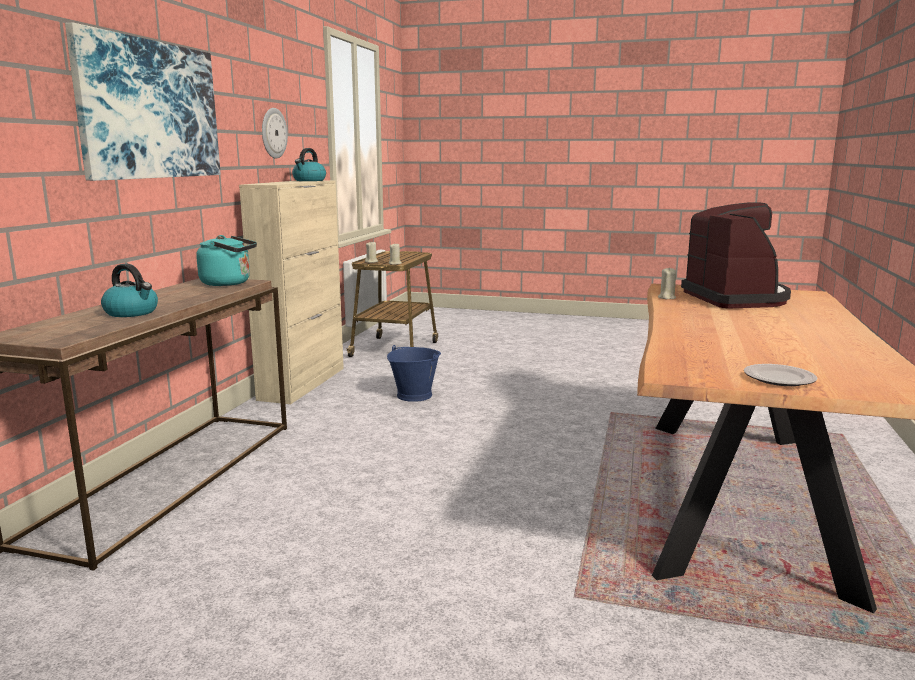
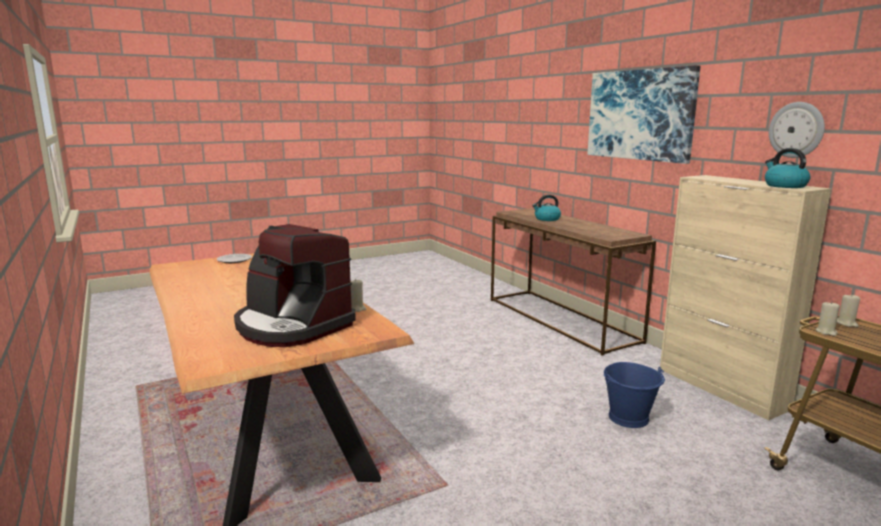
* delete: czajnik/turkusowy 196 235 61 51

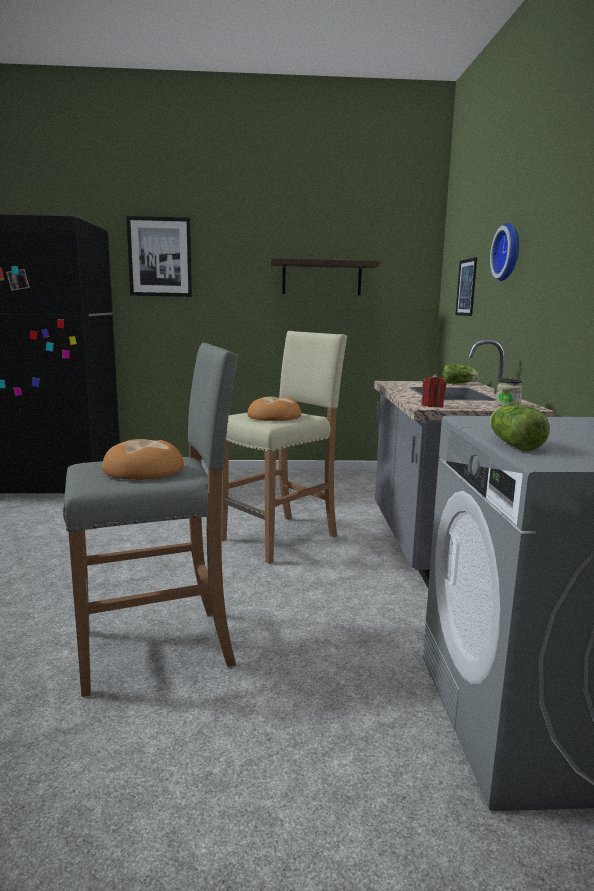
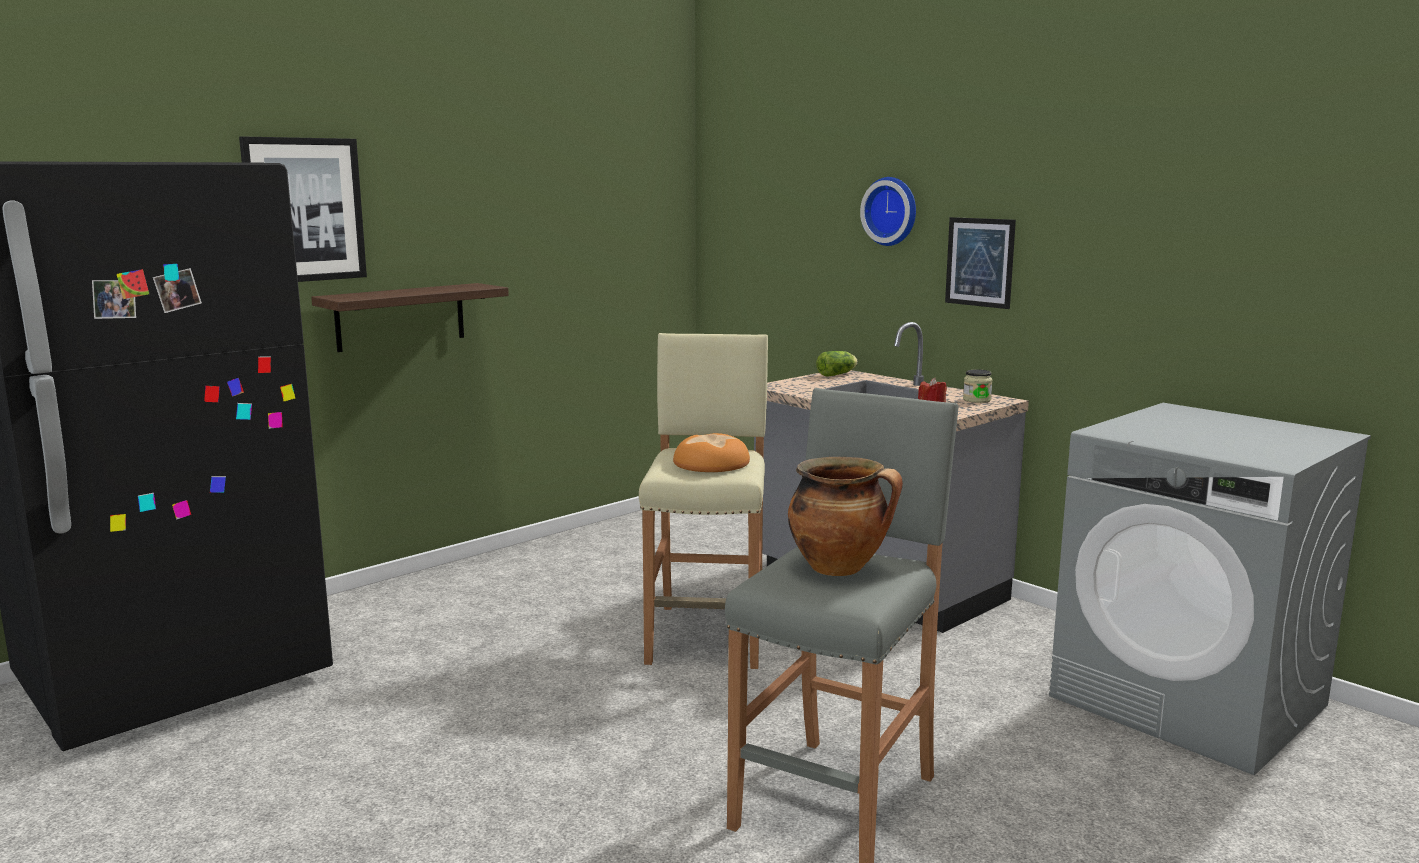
* replace: chleb 102 439 82 41 to garnek 788 457 115 119
* move: półka 271 258 109 38 to 311 283 198 69
* move: obraz 455 257 22 59 to 945 217 71 92
* delete: sałata 490 404 60 47

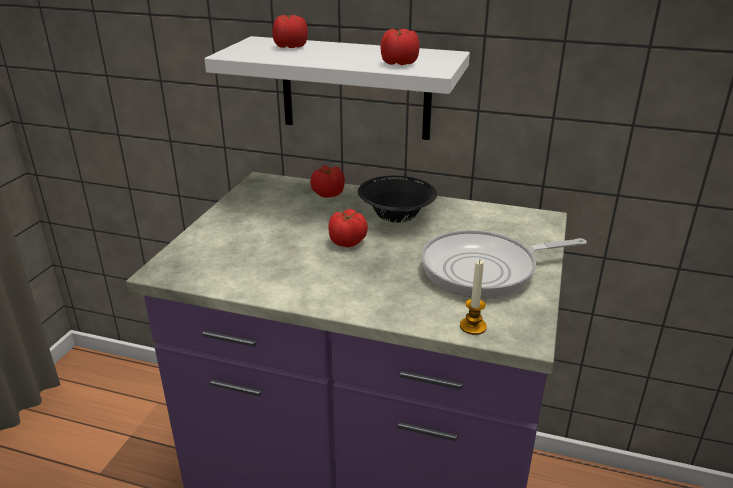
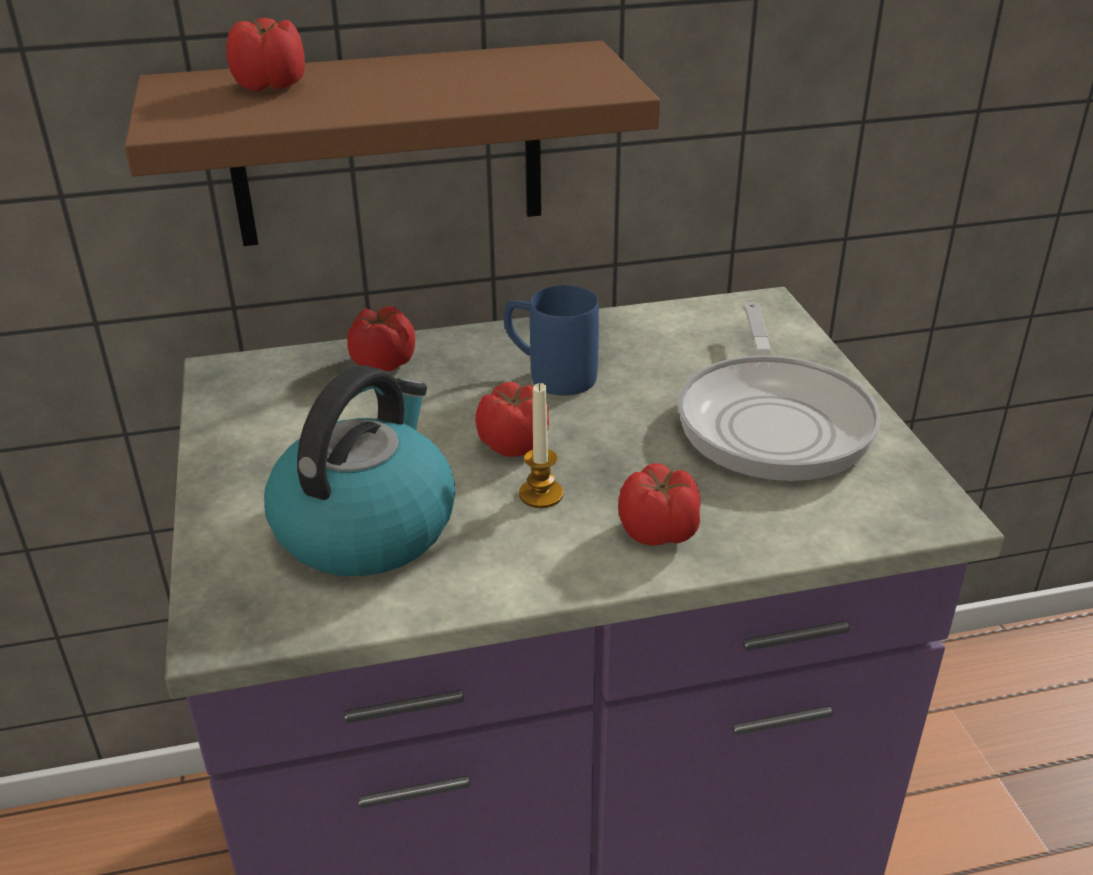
* recolor: półka/biały 204 36 266 104 to półka/brązowy 125 40 535 206
* replace: miska/czarny 358 176 79 47 to kubek/niebieski 504 285 95 111
* move: pomidor 380 29 40 36 to 618 463 83 83
* rotate: patelnia 421 230 166 68 = 678 302 203 179 45 degrees counterclockwise
* move: świeca 460 259 27 76 to 519 383 44 125
* insert: czajnik 264 365 192 211

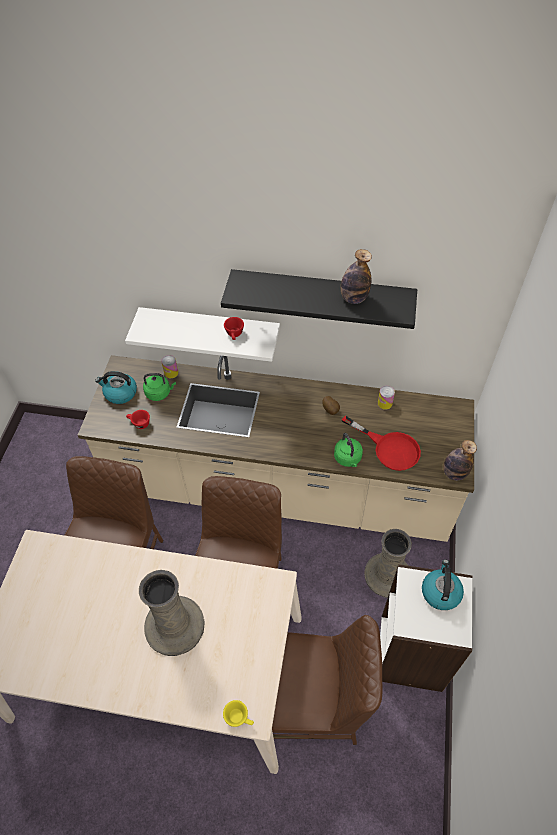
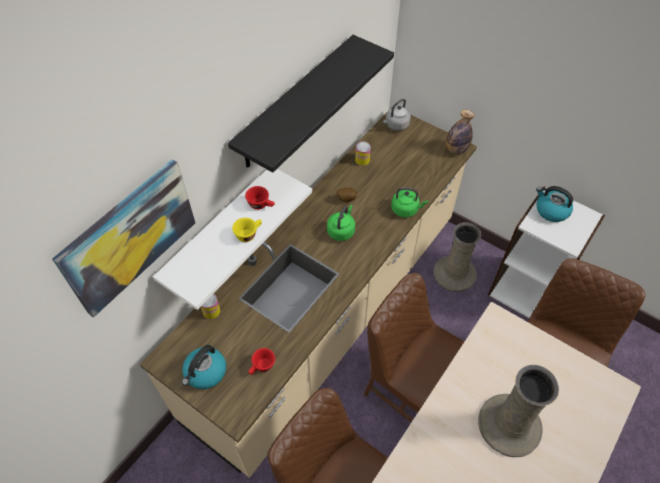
* move: czajnik/zielony 143 373 33 28 to 327 205 28 36
* move: filiżanka/żółty 223 700 31 27 to 232 218 30 24
* delete: butelka 341 249 31 55
* delete: patelnia/czerwony 342 416 79 55
* insert: obraz 52 159 143 159
* insert: czajnik/szary 383 99 28 32

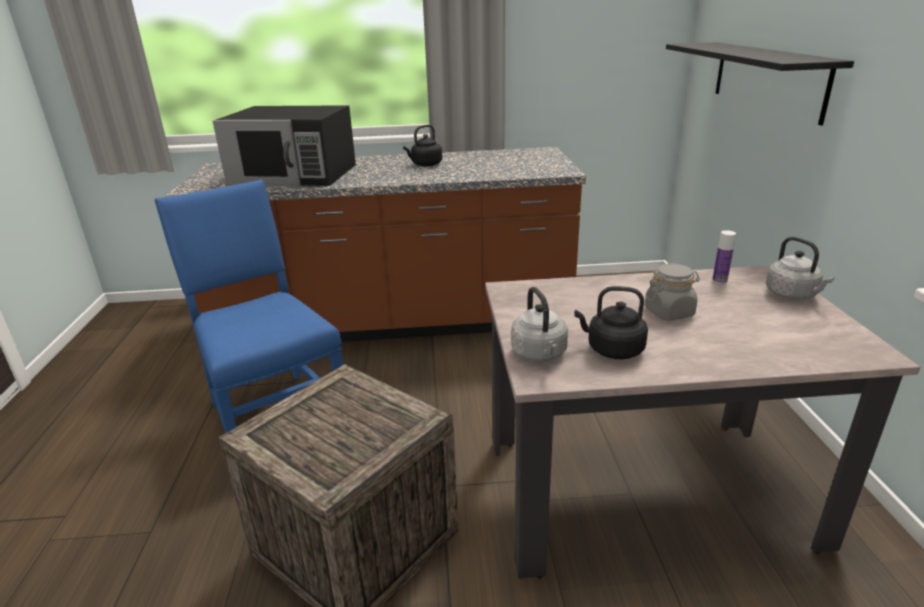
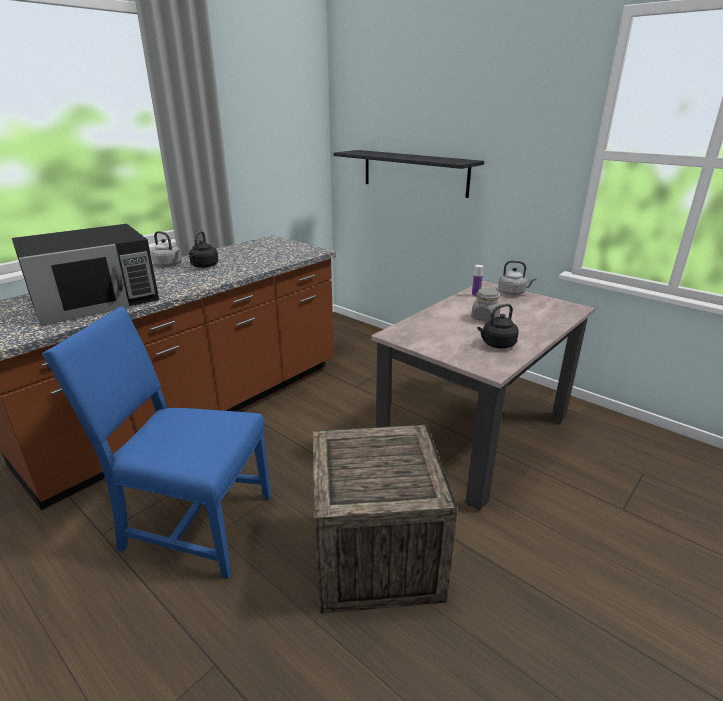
* move: czajnik/szary 511 287 57 75 to 151 231 30 36

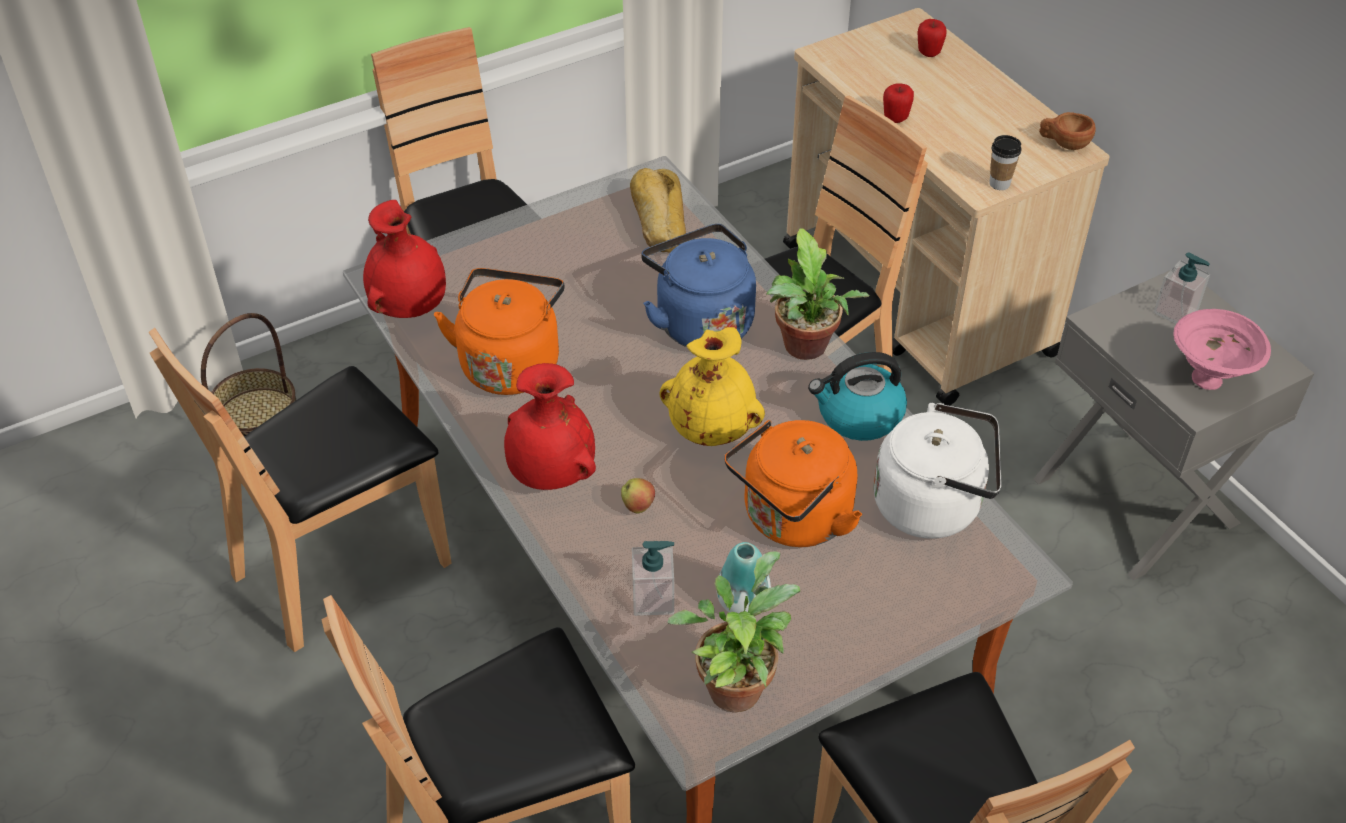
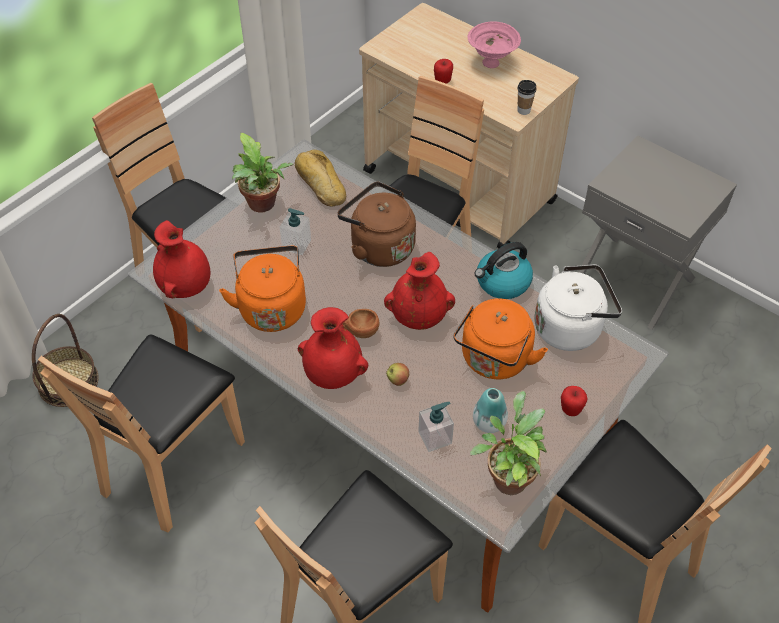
* recolor: czajnik/niebieski 641 224 115 123 to czajnik/brązowy 337 182 79 85
* recolor: wazon/żółty 659 327 106 119 to wazon/czerwony 384 252 71 78
* move: roślina doniczkowa 766 228 103 132 to 232 133 61 80
* move: jabłko 917 19 30 38 to 561 386 26 30
* move: filiżanka/brązowy 1039 112 57 38 to 343 309 36 29
* move: dozownik mydła 1154 252 56 72 to 280 208 31 47
* move: miska/różowy 1174 309 97 81 to 468 21 53 47

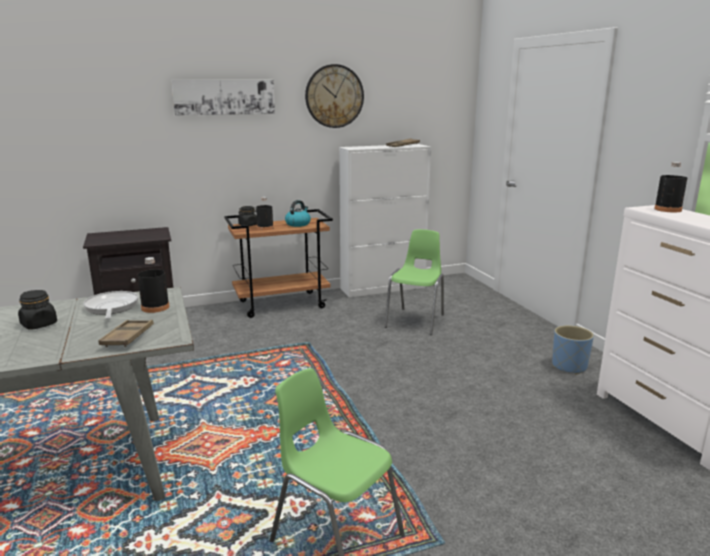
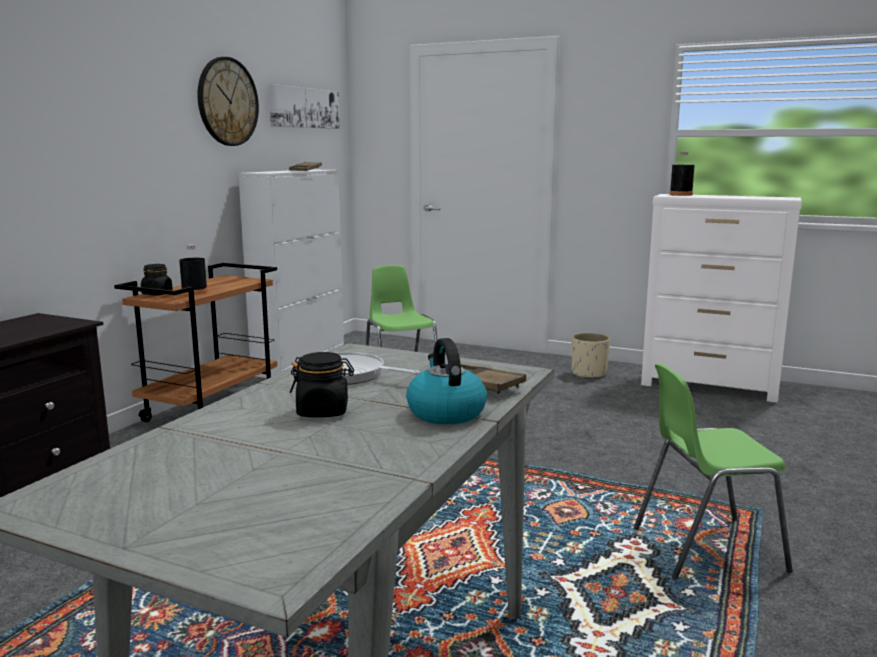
* delete: butelka/czarny 138 257 32 56
* move: obraz 171 80 104 36 to 268 84 72 45
* move: czajnik 285 200 26 27 to 406 338 81 86
* recolor: donica/niebieski 552 325 42 50 to donica/beżowy 572 332 38 46

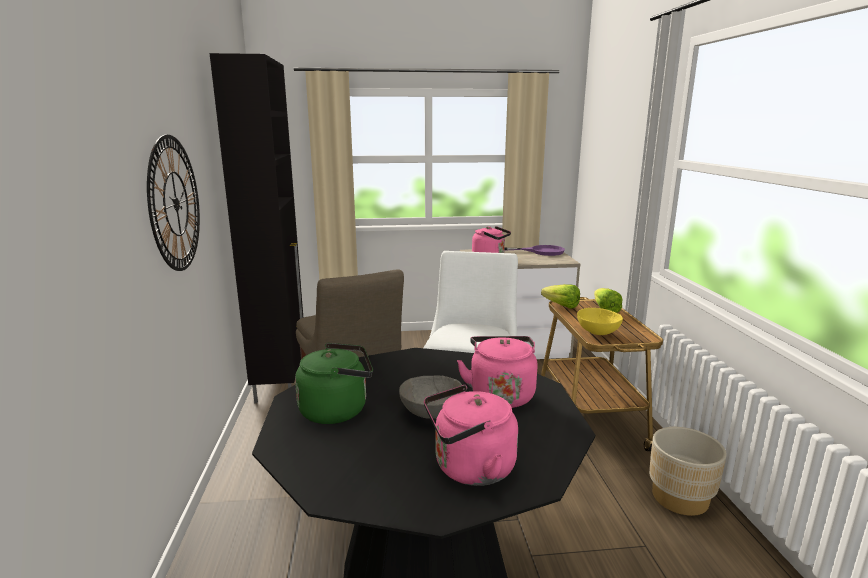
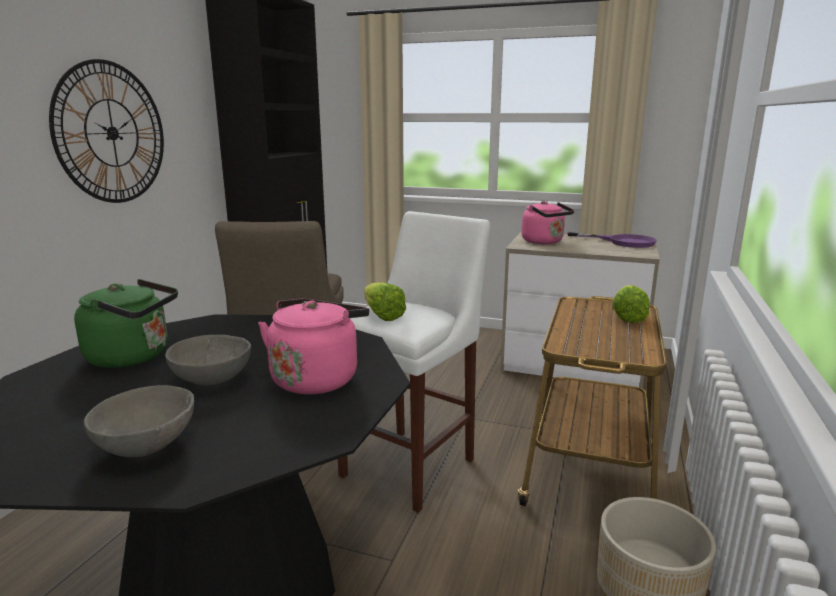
* replace: czajnik/różowy 424 385 94 101 to miska/szary 84 385 110 72
* move: sałata 541 284 39 25 to 364 282 42 39
* delete: miska/żółty 577 308 46 27

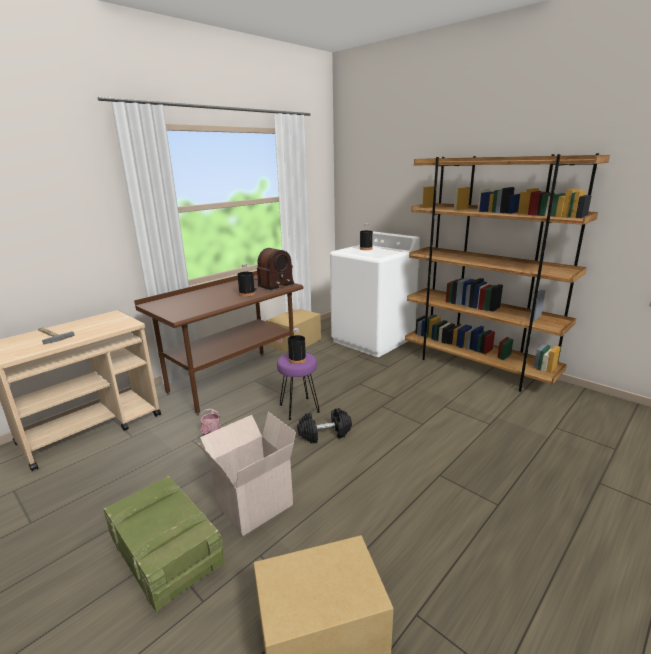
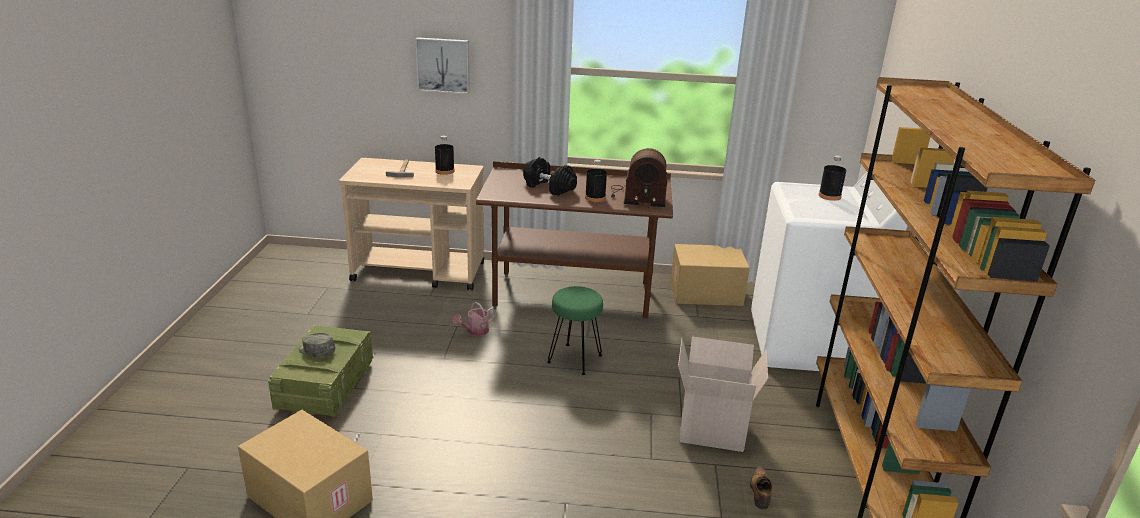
* move: karton 198 412 98 124 to 678 336 90 116
* recolor: stołek/fioletowy 277 353 43 67 to stołek/zielony 547 286 56 89
* move: butelka/czarny 288 328 18 36 to 435 135 20 40
* move: hantel/czarny 297 408 55 35 to 523 157 54 39
* insert: czapka z daszkiem/szary 298 333 37 24
* insert: obraz 415 37 55 57
* insert: but 750 466 22 44

